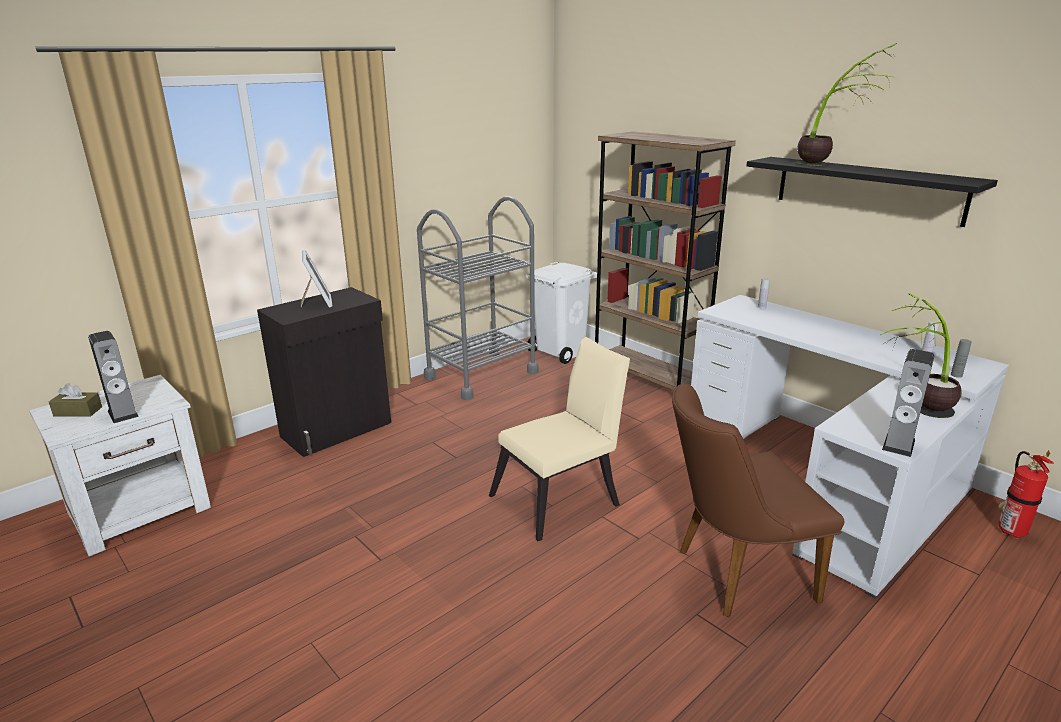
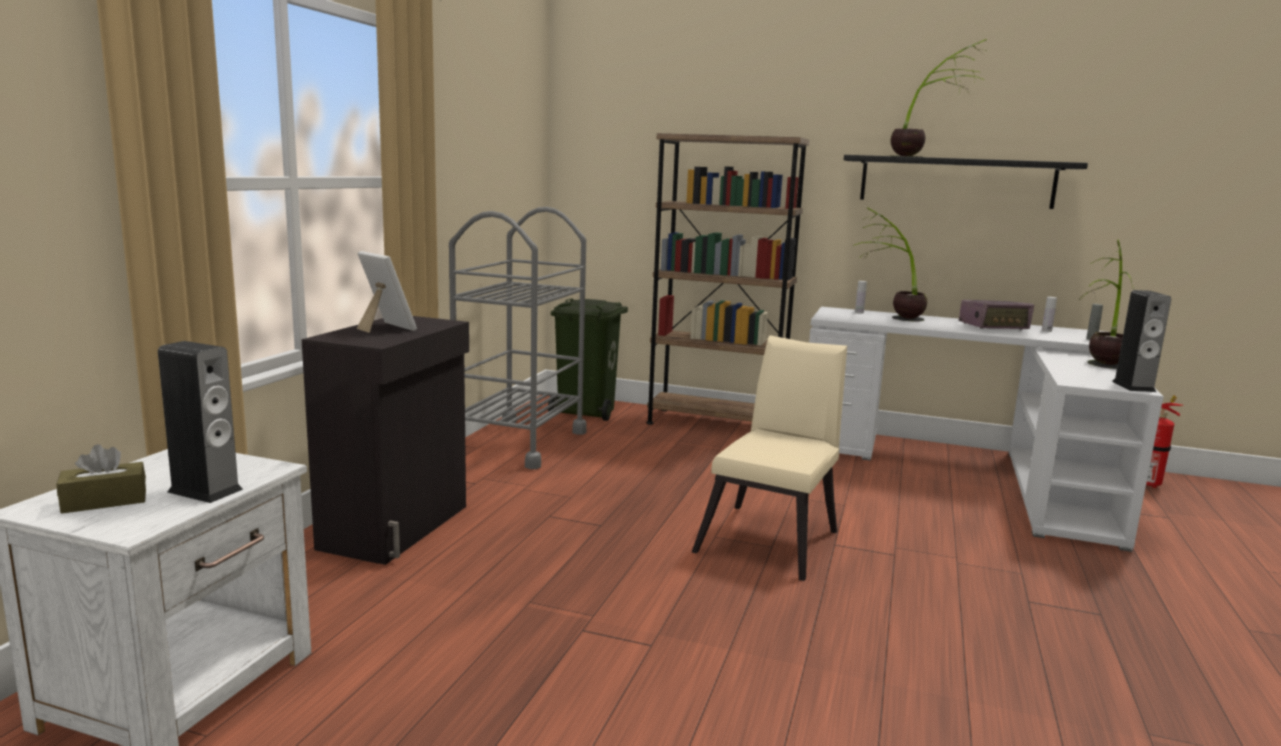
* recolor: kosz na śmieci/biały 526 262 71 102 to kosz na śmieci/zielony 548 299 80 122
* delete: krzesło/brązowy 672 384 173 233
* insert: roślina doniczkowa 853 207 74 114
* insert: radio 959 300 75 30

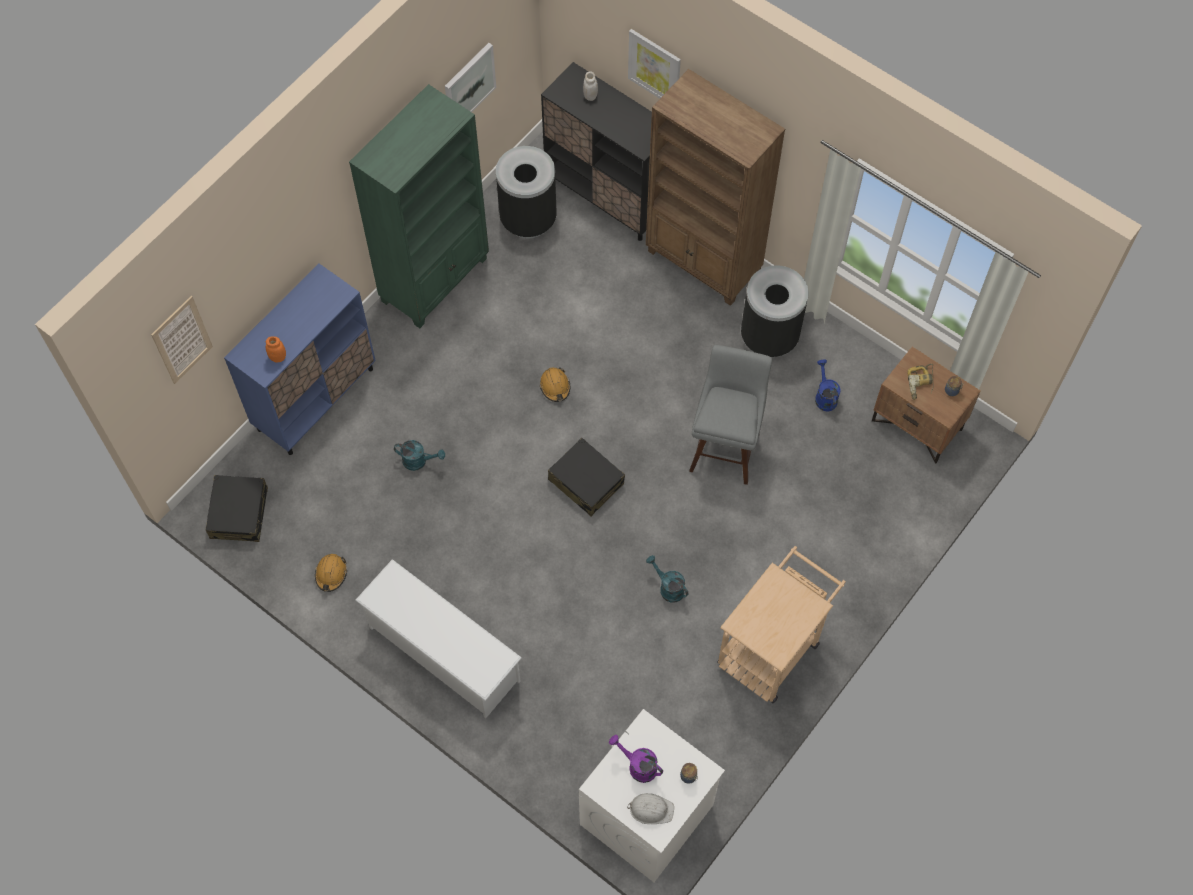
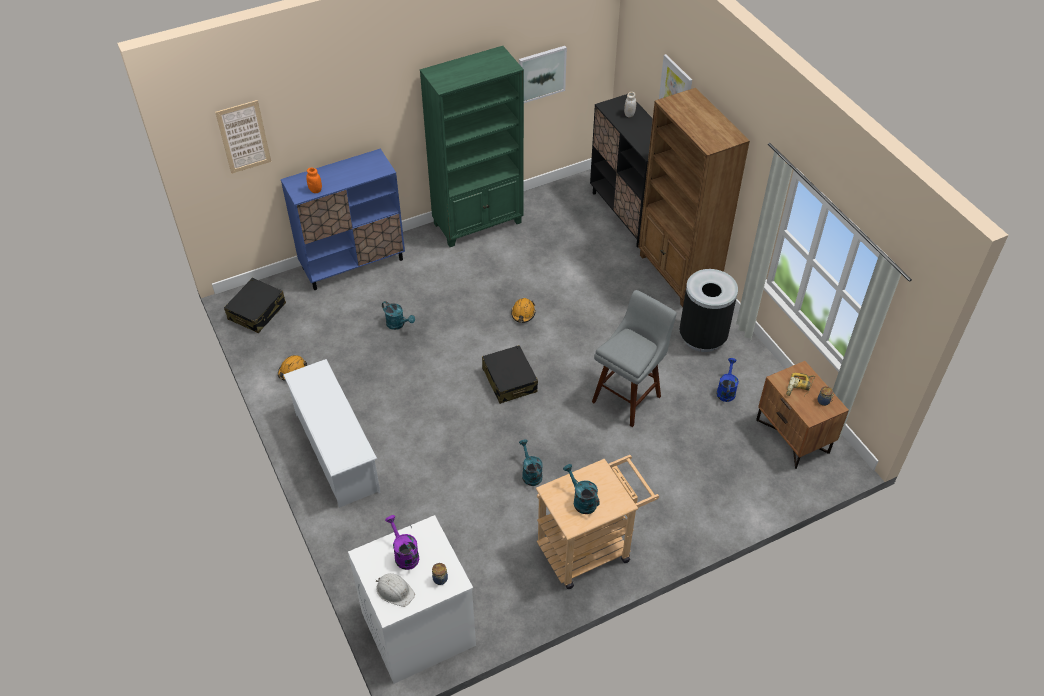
* delete: kosz na śmieci/czarny 496 146 61 92
* insert: konewka/turkusowy 563 464 37 50

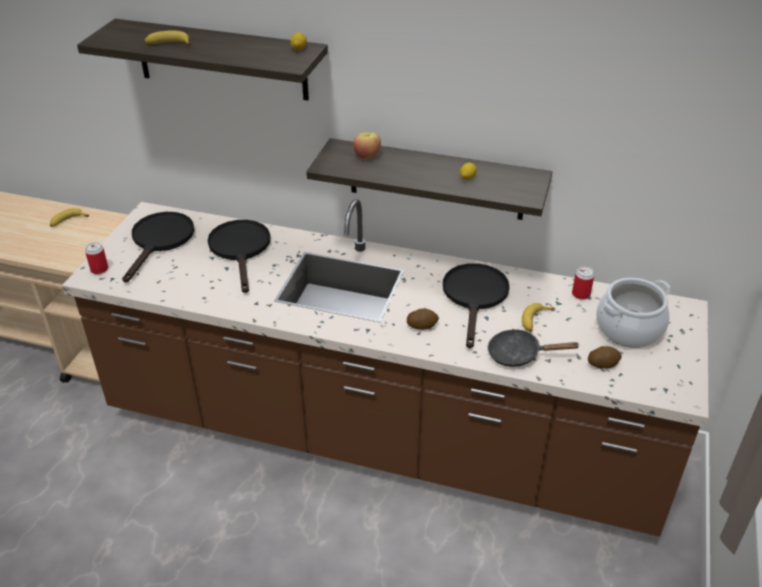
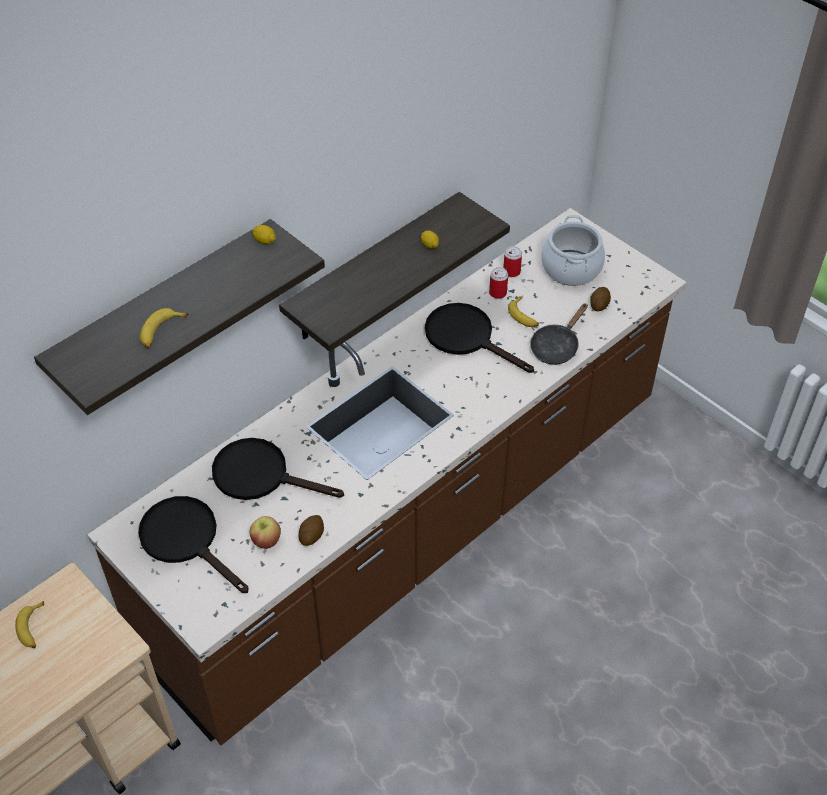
* move: puszka 85 242 23 32 to 489 267 19 32
* move: jabłko 353 132 28 27 to 250 516 31 33
* move: ziemniak 407 309 32 21 to 298 515 26 31

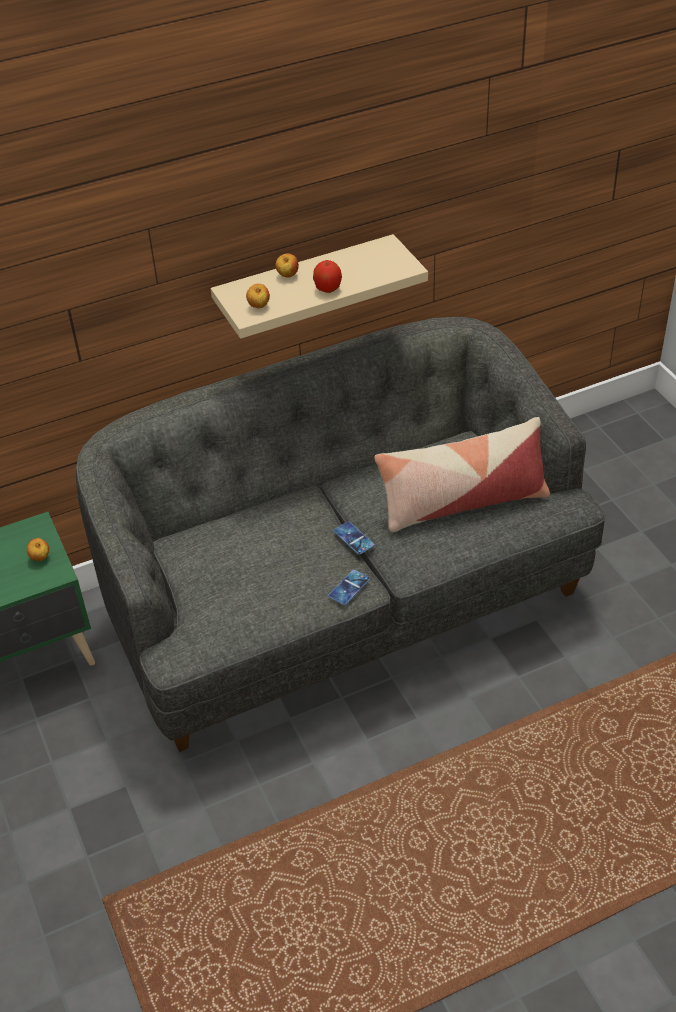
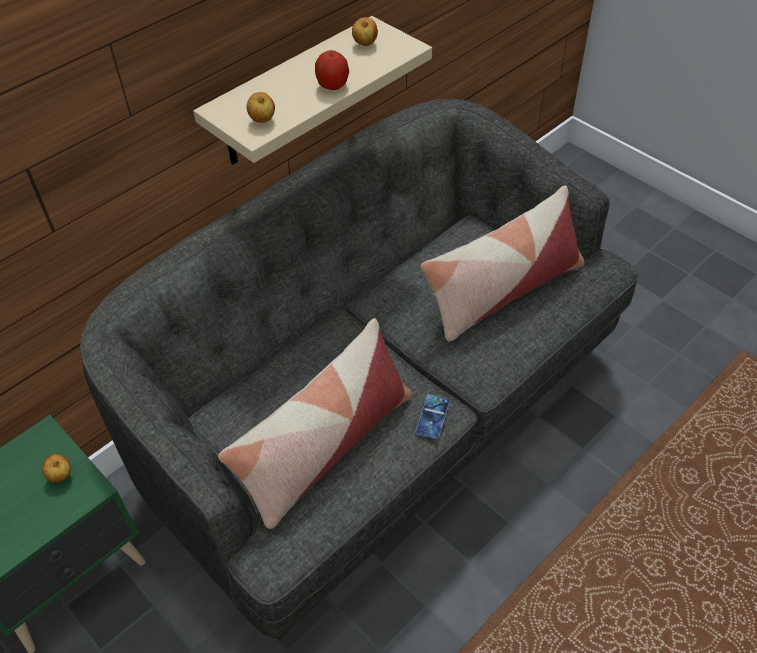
* move: jabłko 275 253 24 25 to 352 17 26 29
* delete: telefon 333 521 42 34
* insert: poduszka 218 318 194 211

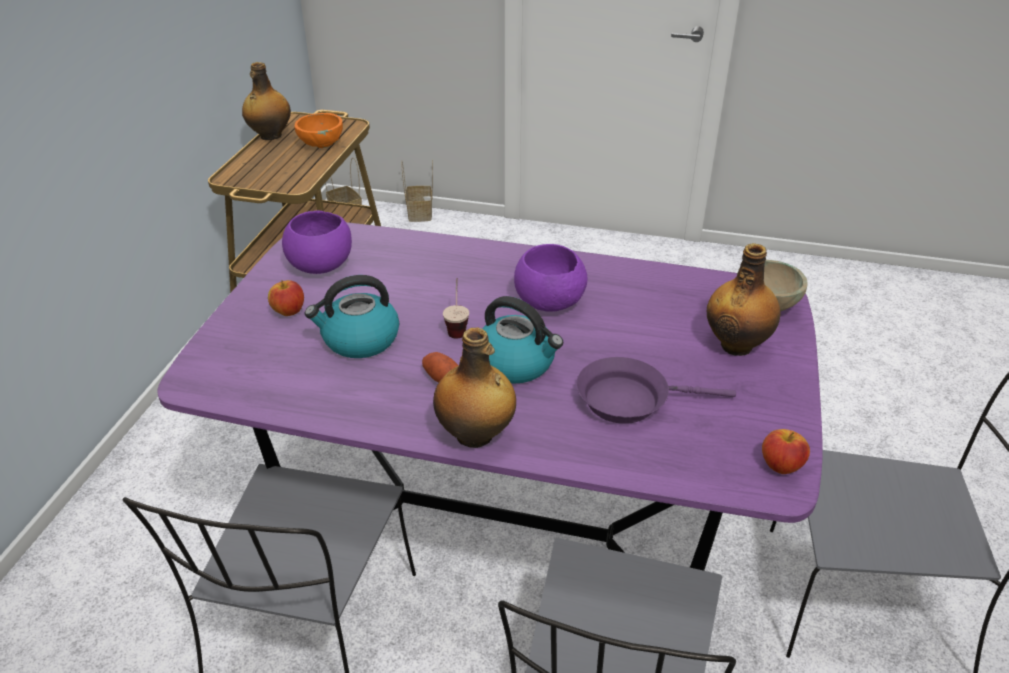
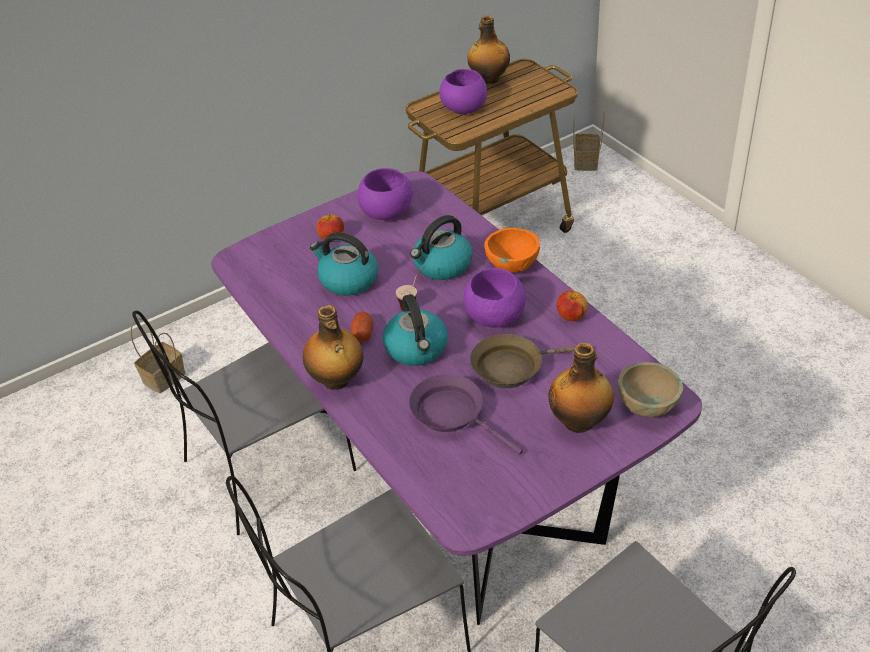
* move: miska/pomarańczowy 295 113 48 35 to 484 228 56 45
* move: koszyk 401 160 32 62 to 131 318 55 76
* move: jabłko 762 429 48 45 to 557 291 31 31
* insert: czajnik 410 215 63 65
* insert: miska/fioletowy 439 69 48 45
* insert: patelnia/brązowy 470 334 106 54

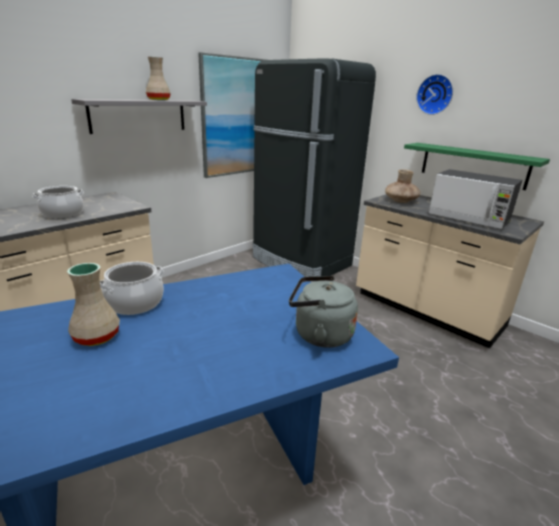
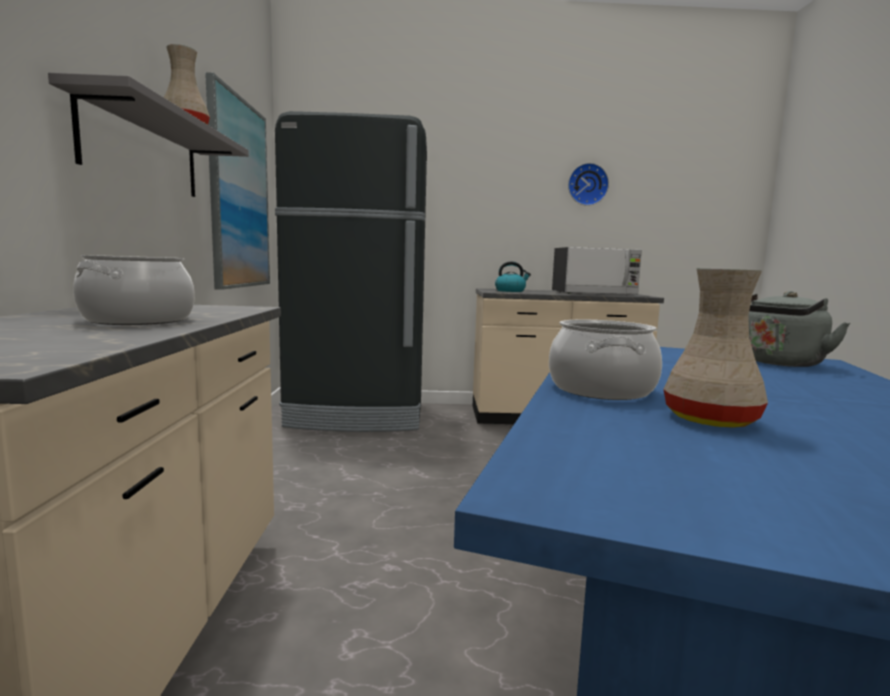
* replace: wazon/brązowy 385 169 36 34 to czajnik 495 262 36 30
* delete: półka/zielony 404 143 146 47
* move: zegar ścienny 416 74 37 41 to 568 163 41 43

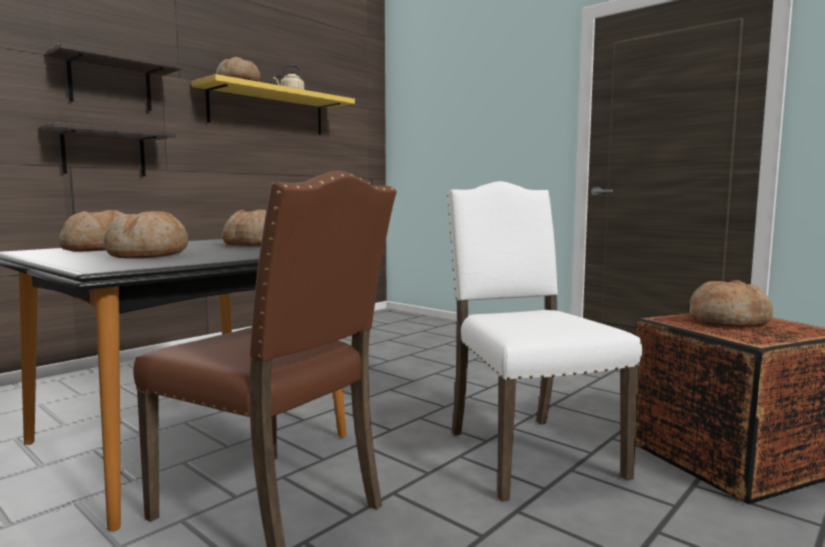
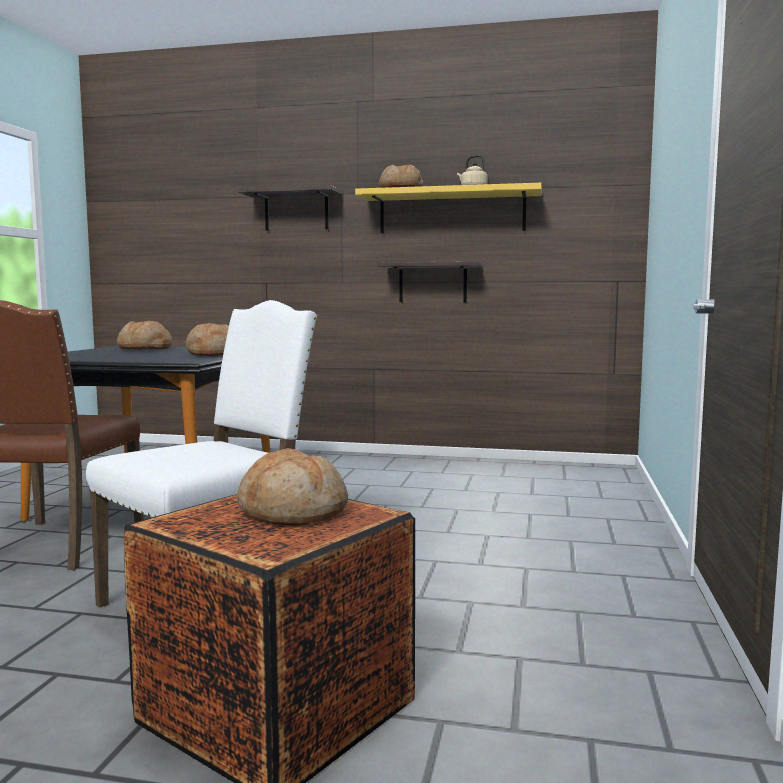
* move: półka 39 122 137 54 to 378 261 104 41
* delete: chleb 104 211 84 47

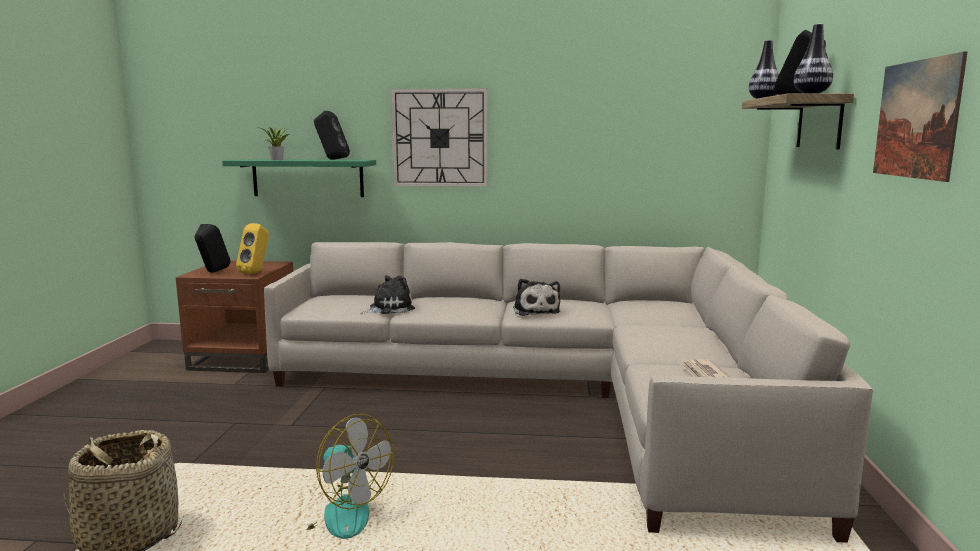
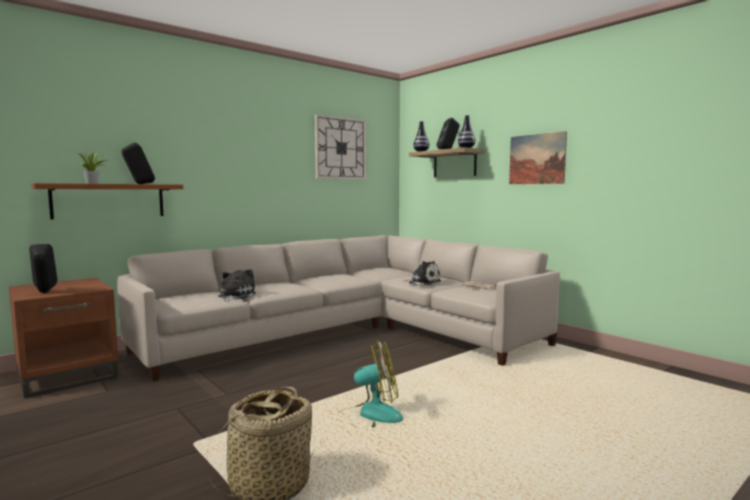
* recolor: półka/zielony 222 159 154 38 to półka/brązowy 31 183 152 36
* delete: głośnik/żółty 236 223 33 51
* move: zegar ścienny 391 88 97 99 to 315 114 51 66
* move: pluszak 513 279 47 37 to 404 261 37 25

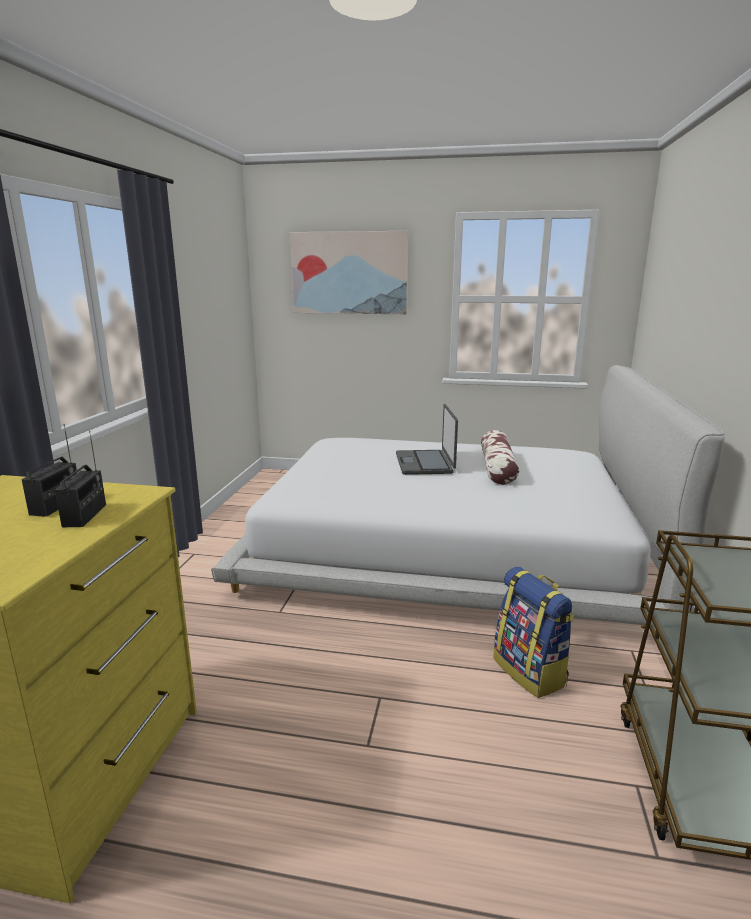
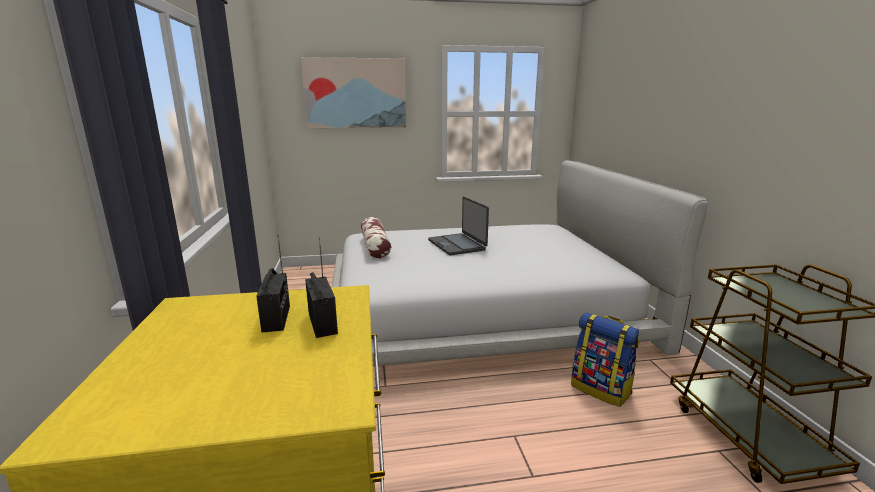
* move: poduszka 481 430 38 55 to 361 217 30 42

